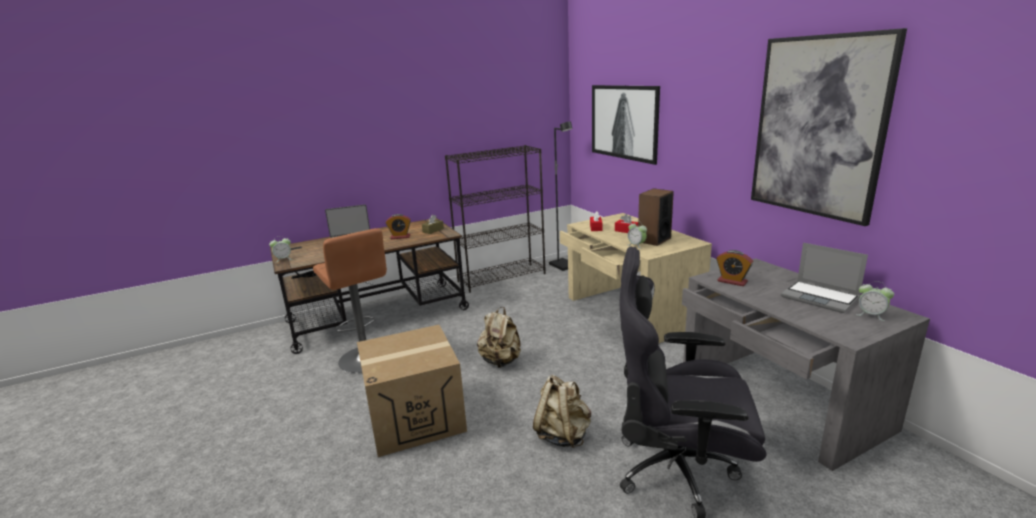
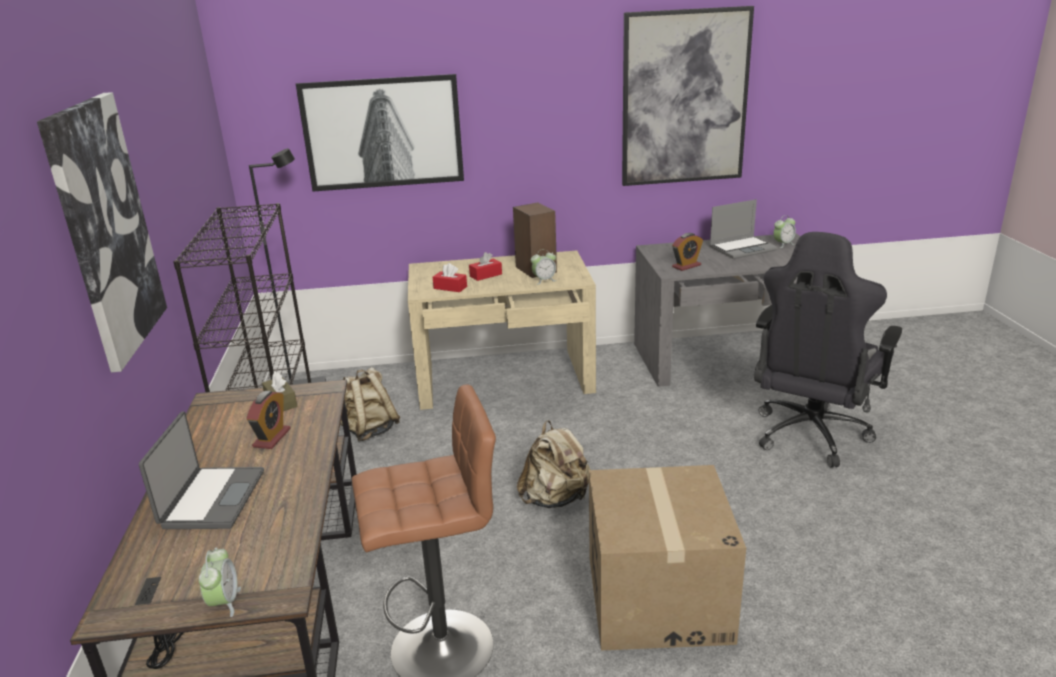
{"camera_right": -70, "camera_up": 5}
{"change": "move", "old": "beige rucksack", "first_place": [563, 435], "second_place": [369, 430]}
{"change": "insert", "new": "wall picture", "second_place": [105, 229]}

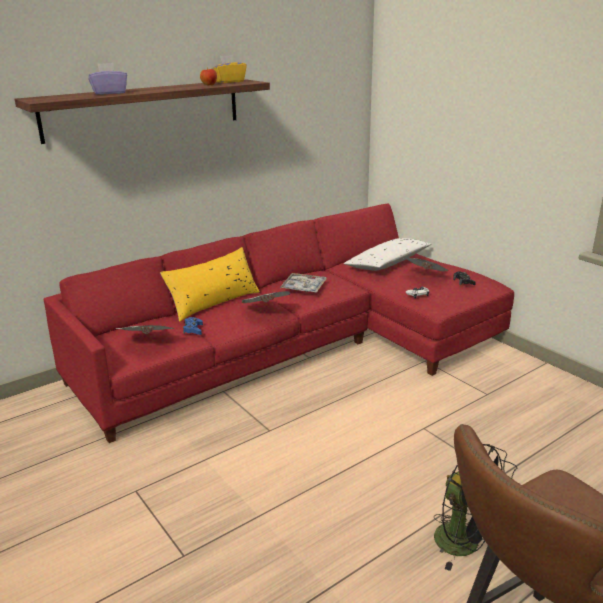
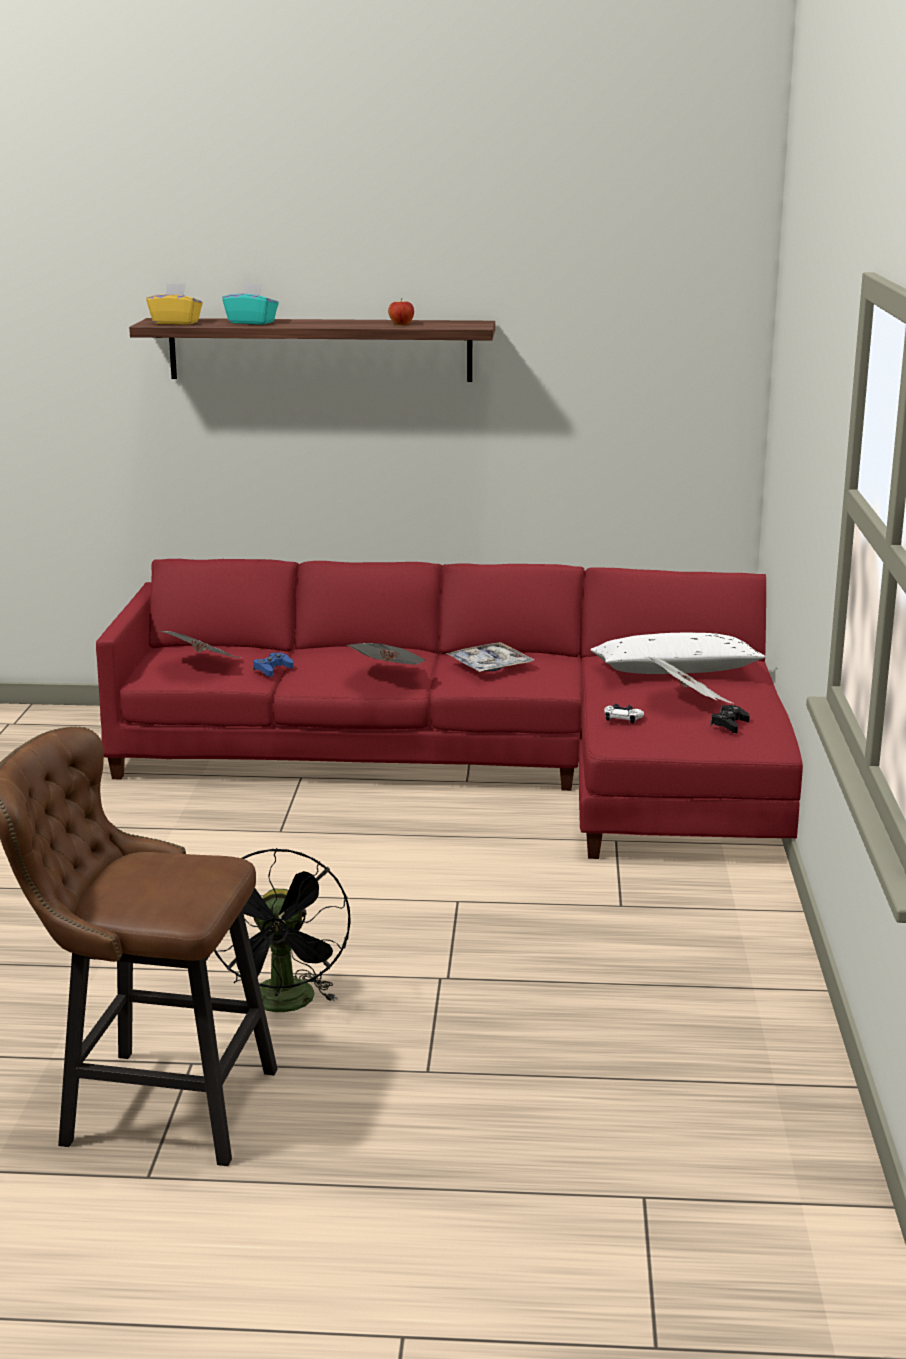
{"camera_right": 40, "camera_up": -5}
{"change": "recolor", "old": "purple-coloured tissue holder", "new": "turquoise tissue holder", "first_place": [109, 93], "second_place": [251, 322]}
{"change": "delete", "old": "yellow pillow", "first_place": [214, 302]}
{"change": "move", "old": "yellow tissue holder", "first_place": [229, 82], "second_place": [176, 323]}

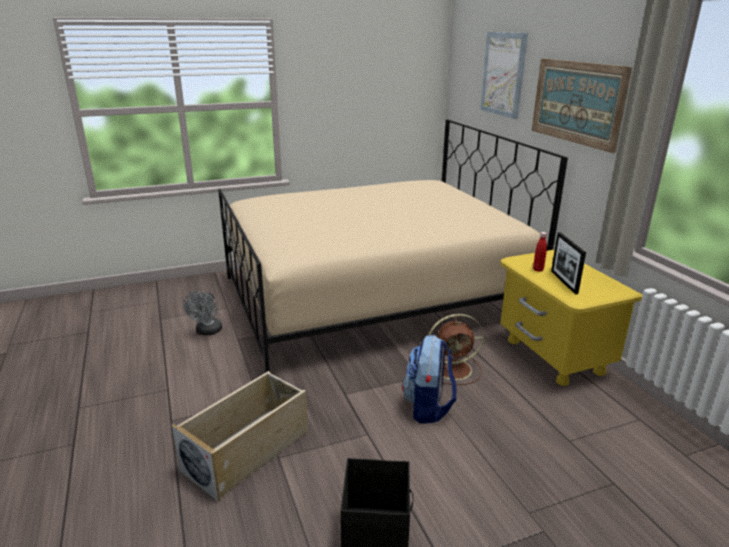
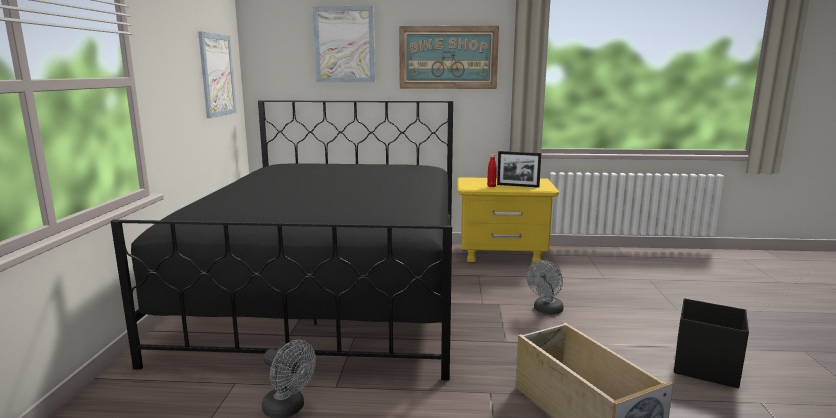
{"camera_right": -65, "camera_up": -10}
{"change": "recolor", "old": "beige sleeping bed", "new": "black sleeping bed", "first_place": [374, 297], "second_place": [333, 290]}
{"change": "replace", "old": "rucksack", "new": "gray electric fan", "first_place": [428, 407], "second_place": [546, 311]}
{"change": "delete", "old": "brownish electric fan", "first_place": [454, 369]}
{"change": "insert", "new": "wall picture", "second_place": [217, 75]}

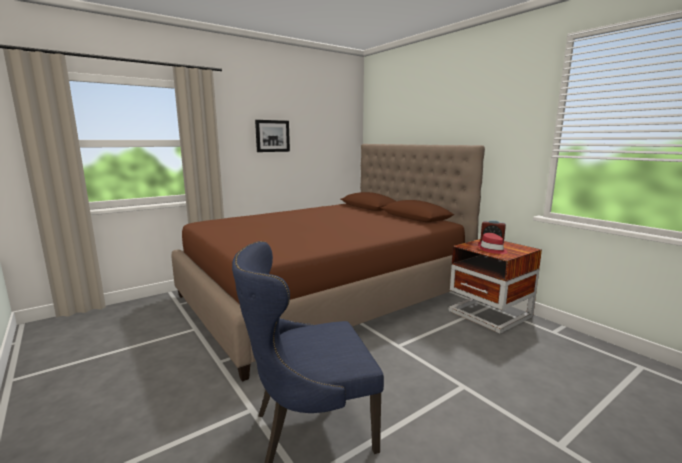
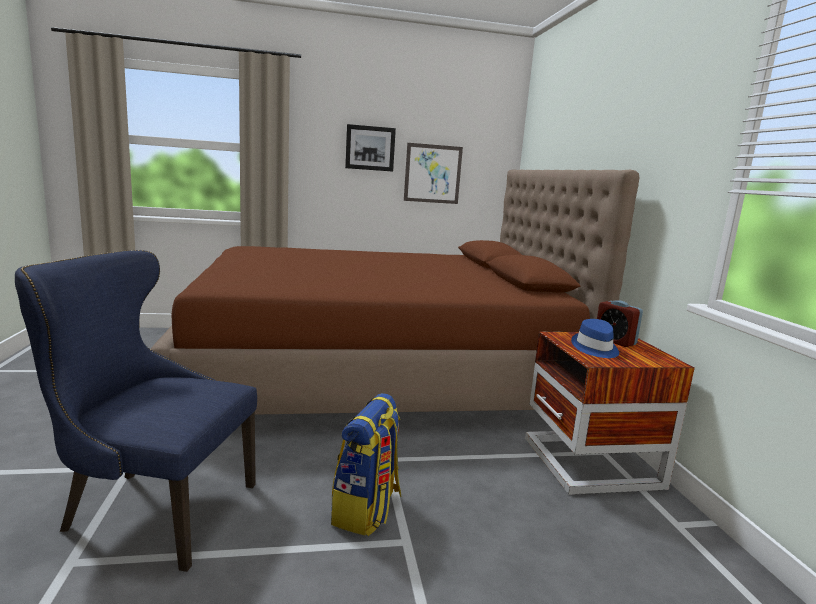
{"camera_right": 25, "camera_up": 0}
{"change": "recolor", "old": "reddish clothing hat", "new": "bluish clothing hat", "first_place": [492, 249], "second_place": [594, 348]}
{"change": "insert", "new": "rucksack", "second_place": [367, 510]}
{"change": "insert", "new": "wall picture", "second_place": [432, 174]}

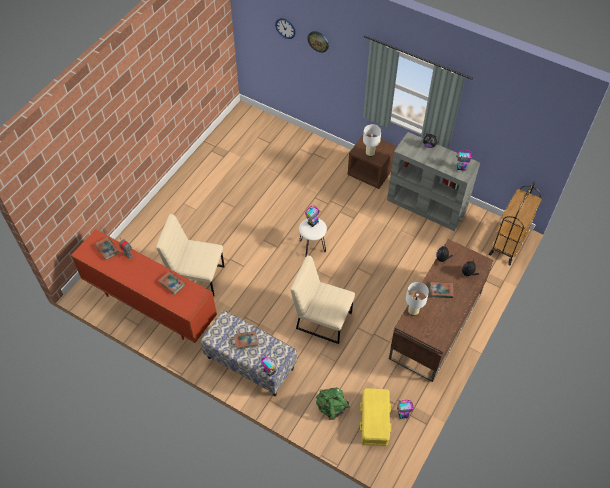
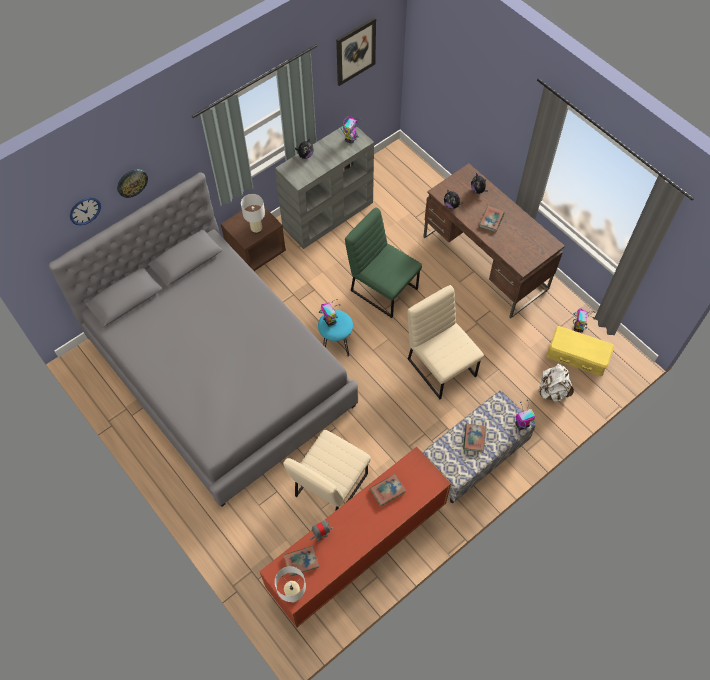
{"camera_right": -70, "camera_up": 5}
{"change": "rotate", "old": "beige plain chair", "first_place": [322, 319], "second_place": [441, 365], "degrees": 105}
{"change": "recolor", "old": "white stool seat", "new": "turquoise stool seat", "first_place": [312, 246], "second_place": [336, 344]}
{"change": "recolor", "old": "green-coloured rucksack", "new": "white rucksack", "first_place": [331, 407], "second_place": [552, 391]}
{"change": "move", "old": "white tabletop lamp", "first_place": [413, 311], "second_place": [293, 595]}
{"change": "delete", "old": "brownish wheeled cart", "first_place": [509, 243]}
{"change": "insert", "new": "gray sleeping bed", "second_place": [220, 372]}
{"change": "insert", "new": "wall picture", "second_place": [355, 51]}
{"change": "insert", "new": "green-coloured plain chair", "second_place": [382, 288]}

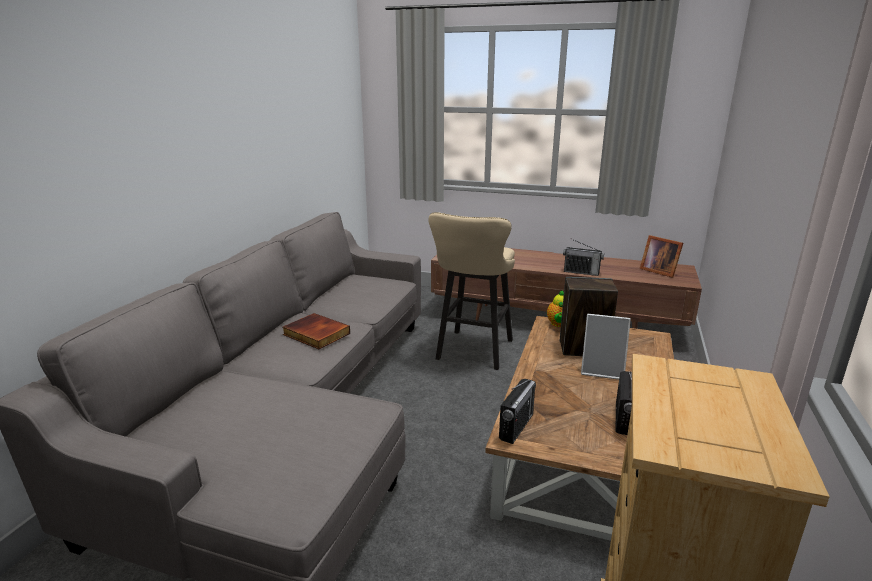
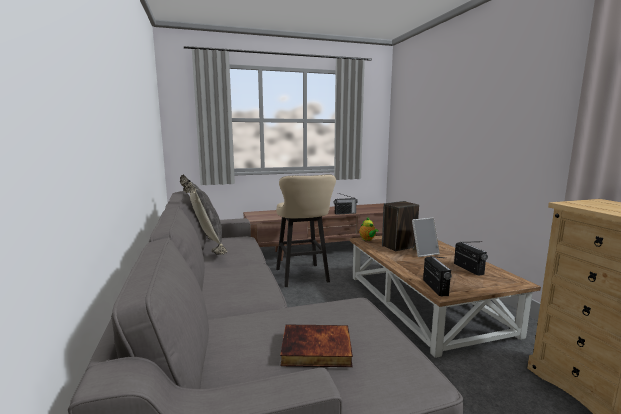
{"camera_right": -35, "camera_up": -10}
{"change": "move", "old": "volume", "first_place": [315, 334], "second_place": [315, 350]}
{"change": "delete", "old": "picture frame", "first_place": [658, 271]}
{"change": "insert", "new": "pillow", "second_place": [204, 249]}

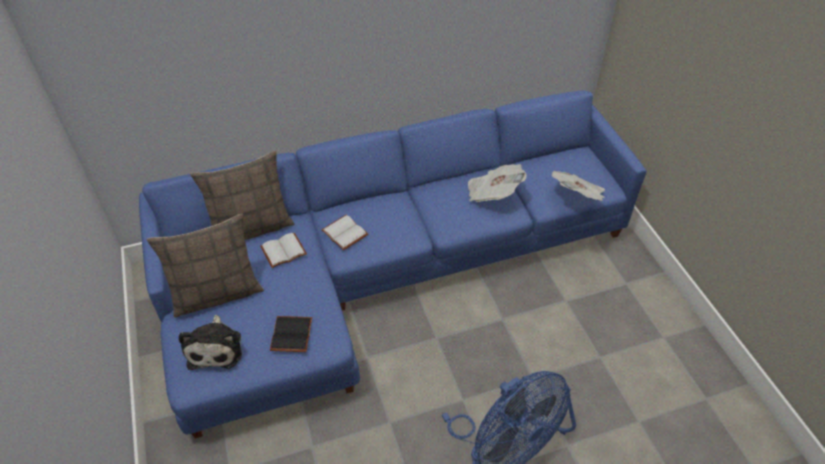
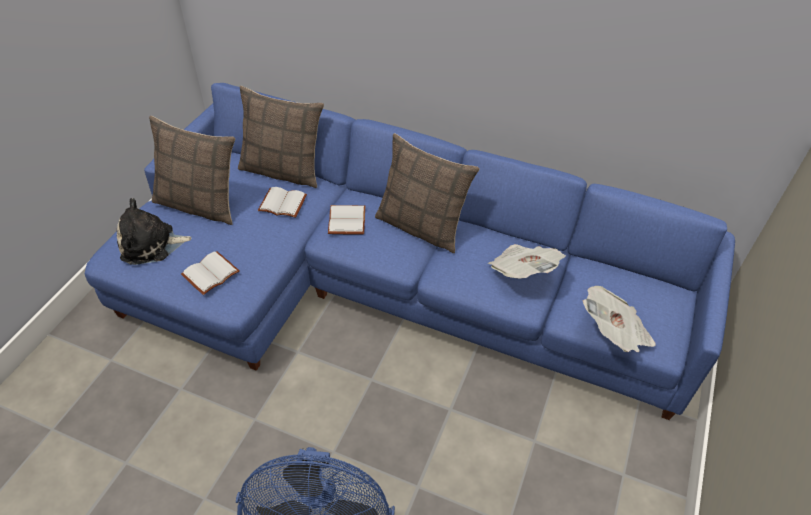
{"camera_right": 40, "camera_up": 0}
{"change": "rotate", "old": "soft toy", "first_place": [216, 347], "second_place": [152, 244], "degrees": 45}
{"change": "recolor", "old": "black volume", "new": "white volume", "first_place": [293, 335], "second_place": [210, 275]}
{"change": "insert", "new": "pillow", "second_place": [421, 226]}

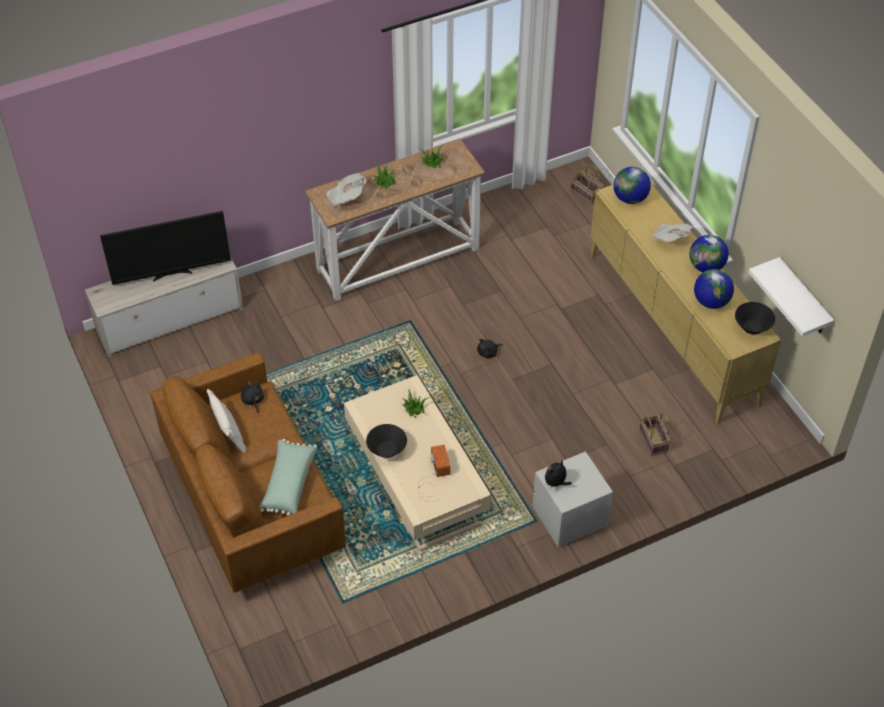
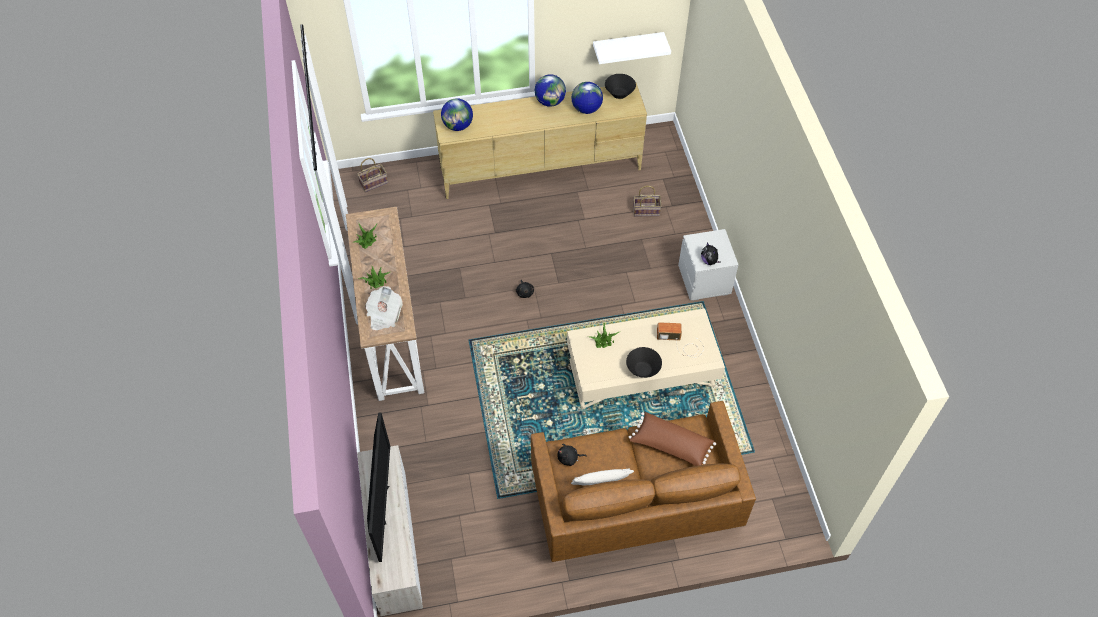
{"camera_right": -75, "camera_up": 5}
{"change": "recolor", "old": "green-coloured pillow", "new": "brownish pillow", "first_place": [288, 483], "second_place": [670, 446]}
{"change": "delete", "old": "printed paper", "first_place": [670, 238]}

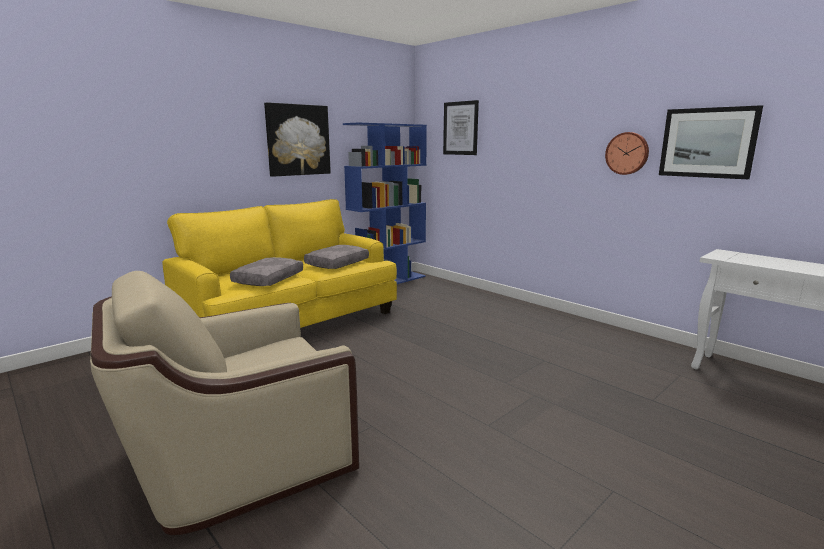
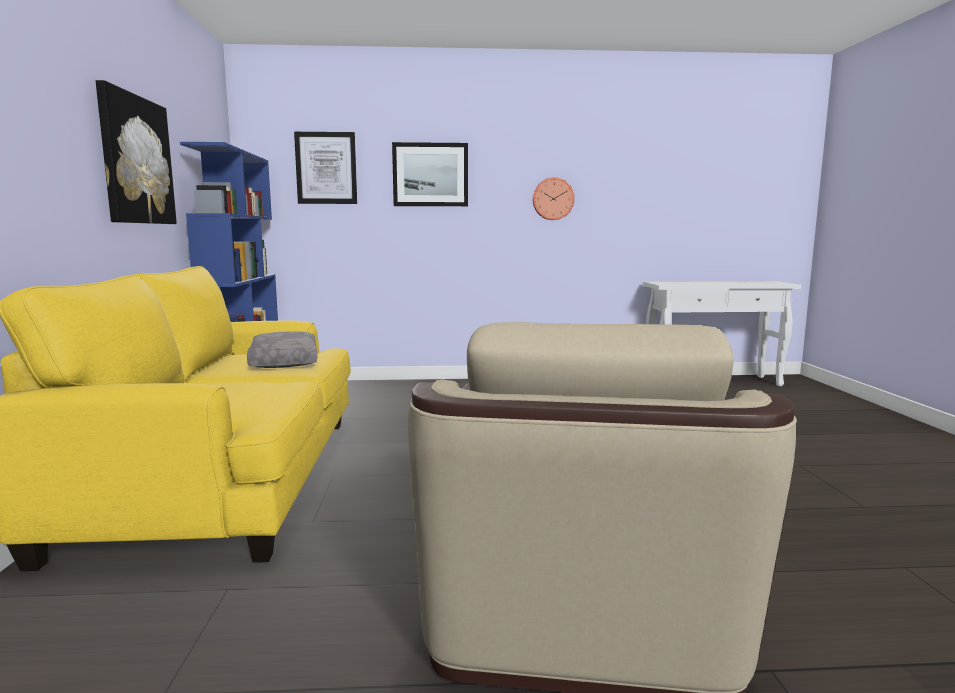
{"camera_right": -50, "camera_up": -5}
{"change": "delete", "old": "gray pillow", "first_place": [268, 279]}
{"change": "move", "old": "wall picture", "first_place": [707, 143], "second_place": [430, 175]}

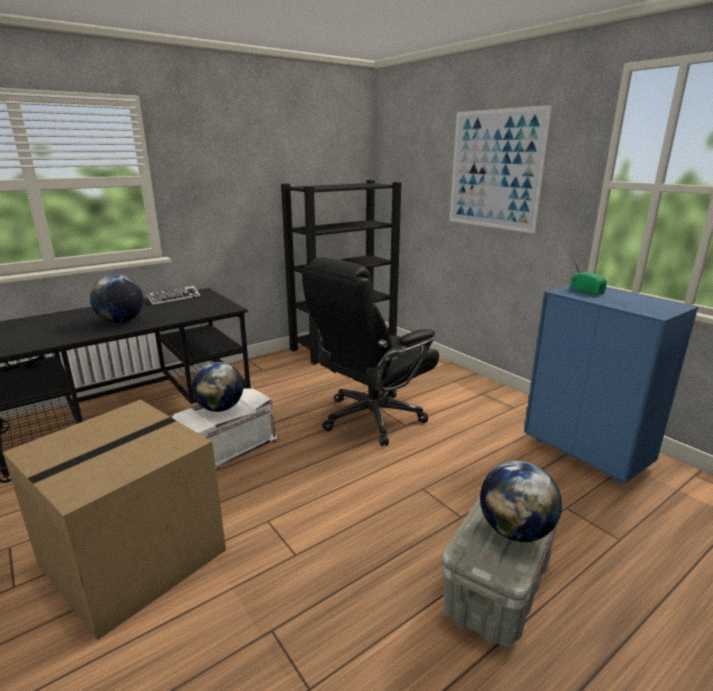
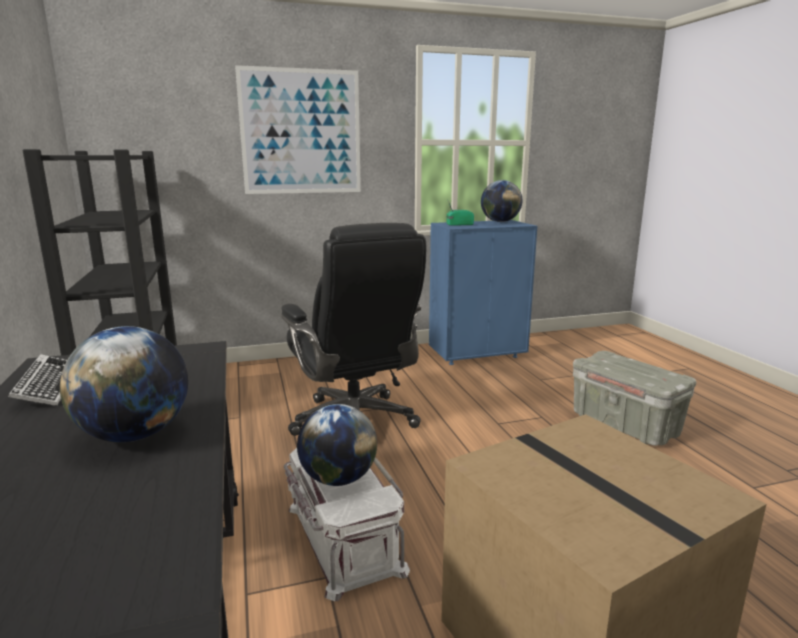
{"camera_right": -70, "camera_up": -5}
{"change": "move", "old": "desk globe", "first_place": [515, 530], "second_place": [500, 222]}

